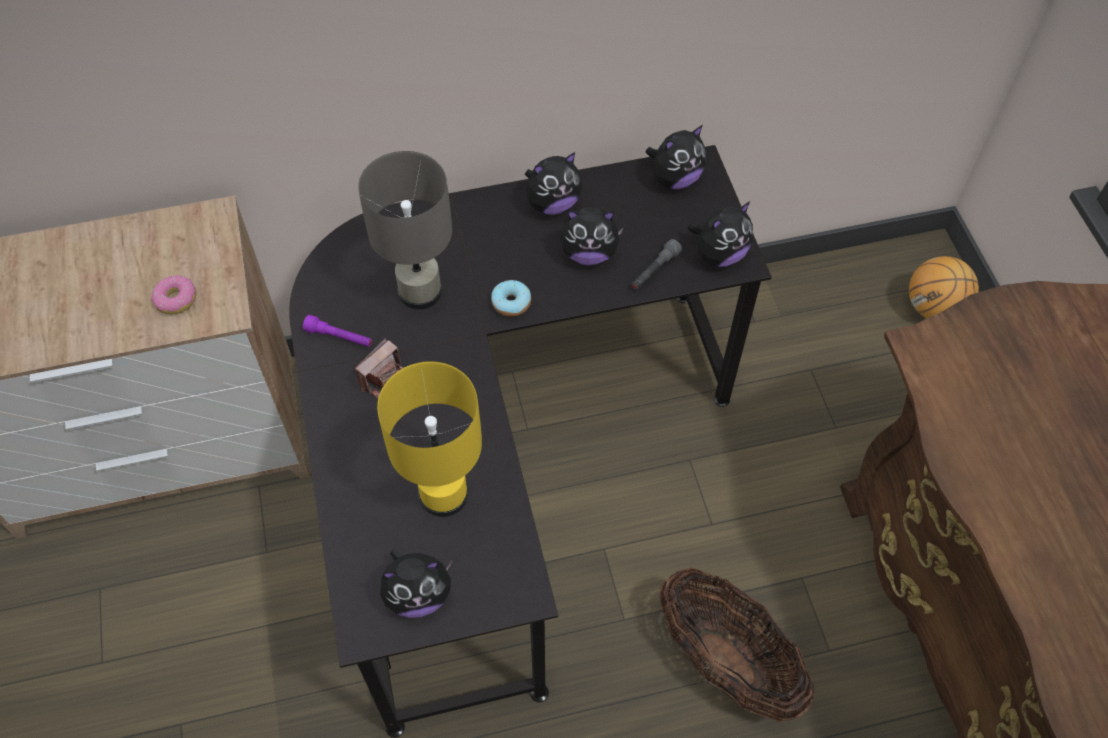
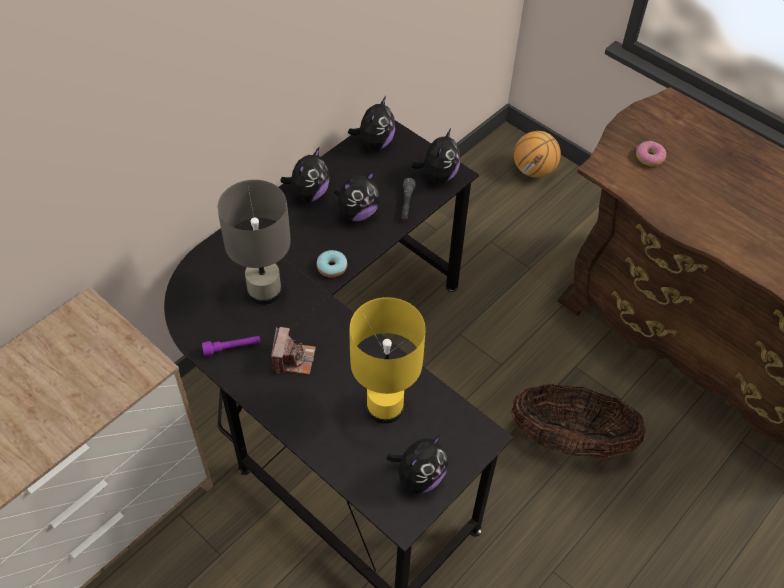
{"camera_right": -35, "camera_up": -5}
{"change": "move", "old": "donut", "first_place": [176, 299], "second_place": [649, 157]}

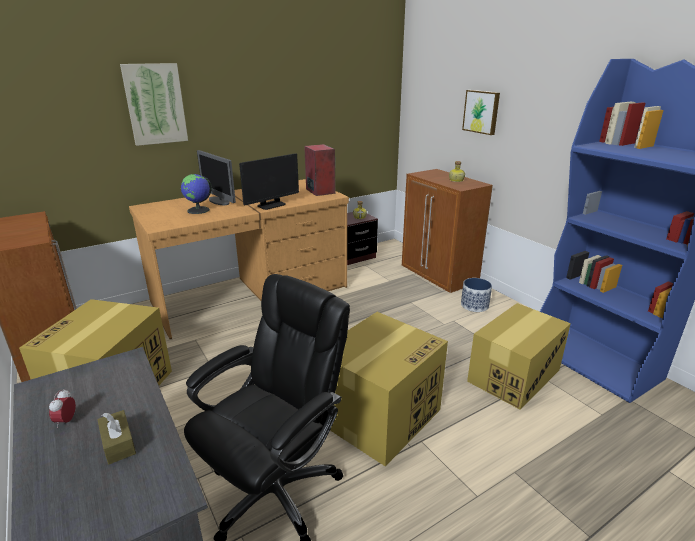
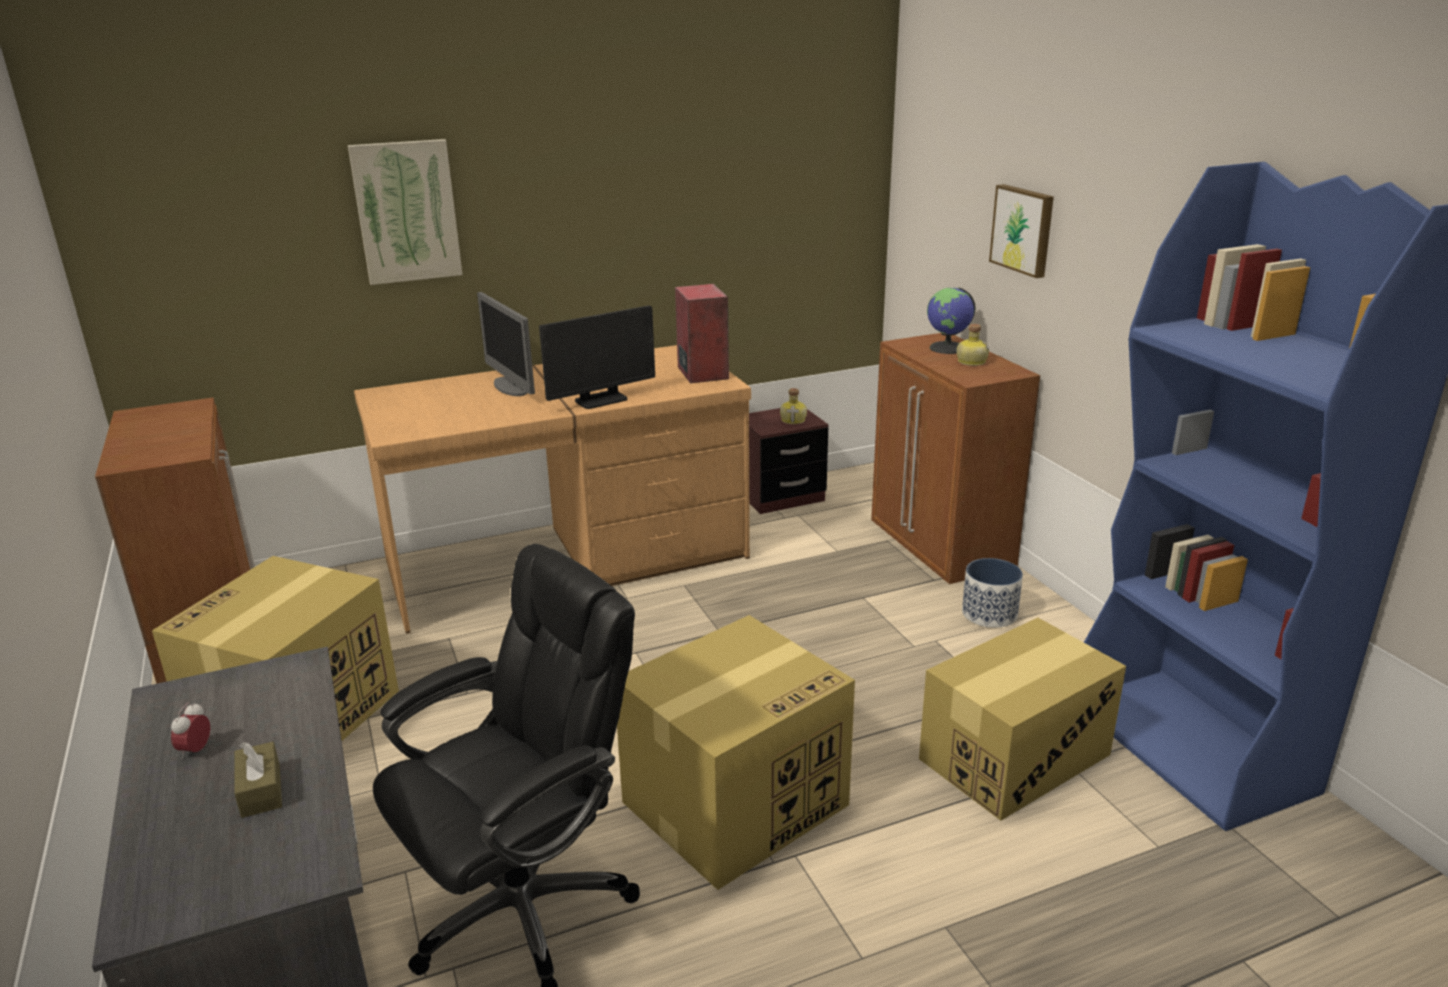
{"camera_right": 10, "camera_up": 0}
{"change": "move", "old": "desk globe", "first_place": [198, 210], "second_place": [948, 348]}

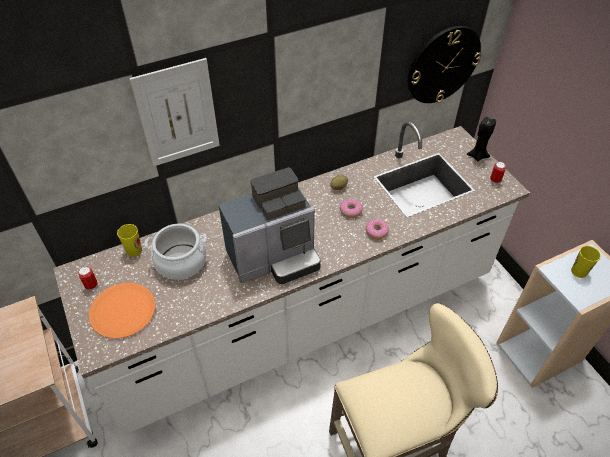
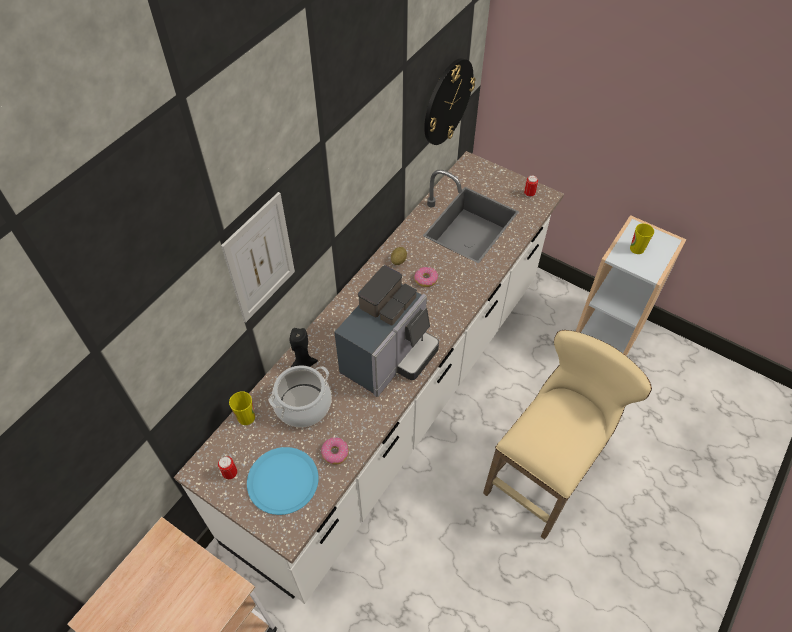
{"camera_right": -30, "camera_up": 5}
{"change": "recolor", "old": "orange-coloured flat dish", "new": "bluish flat dish", "first_place": [122, 311], "second_place": [283, 481]}
{"change": "move", "old": "donut", "first_place": [376, 231], "second_place": [335, 453]}
{"change": "move", "old": "black candle", "first_place": [477, 156], "second_place": [303, 364]}

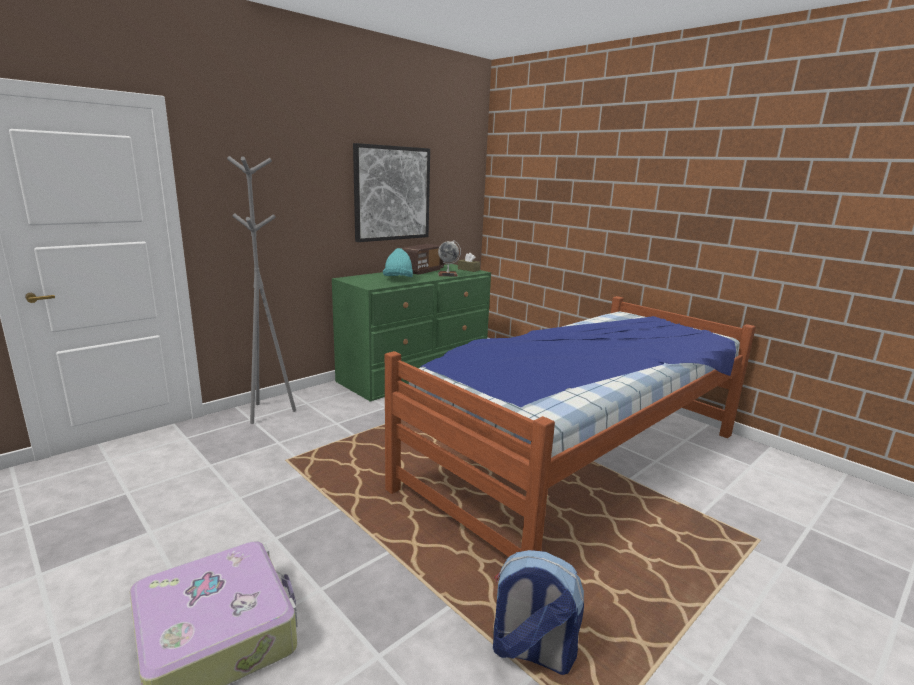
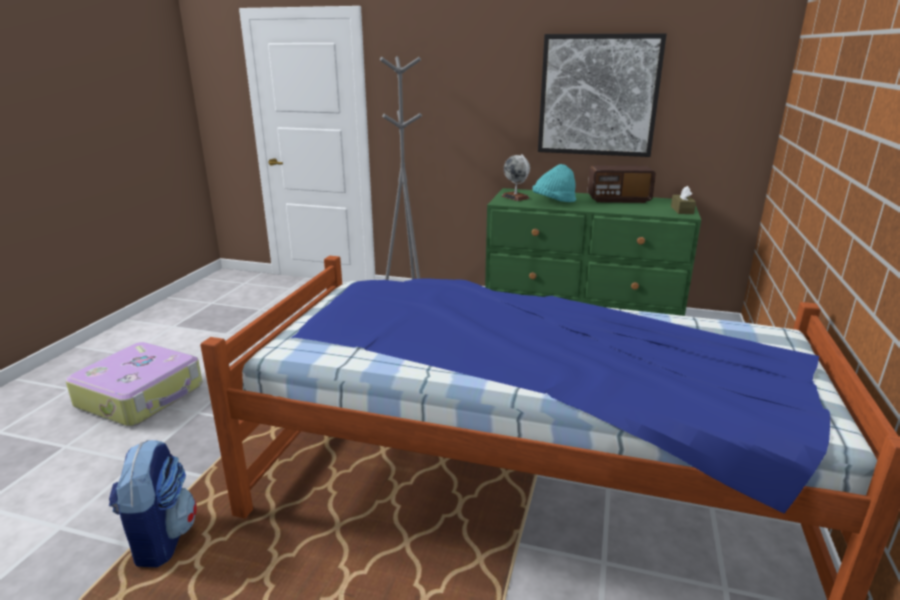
{"camera_right": 60, "camera_up": 5}
{"change": "move", "old": "desk globe", "first_place": [448, 275], "second_place": [515, 197]}

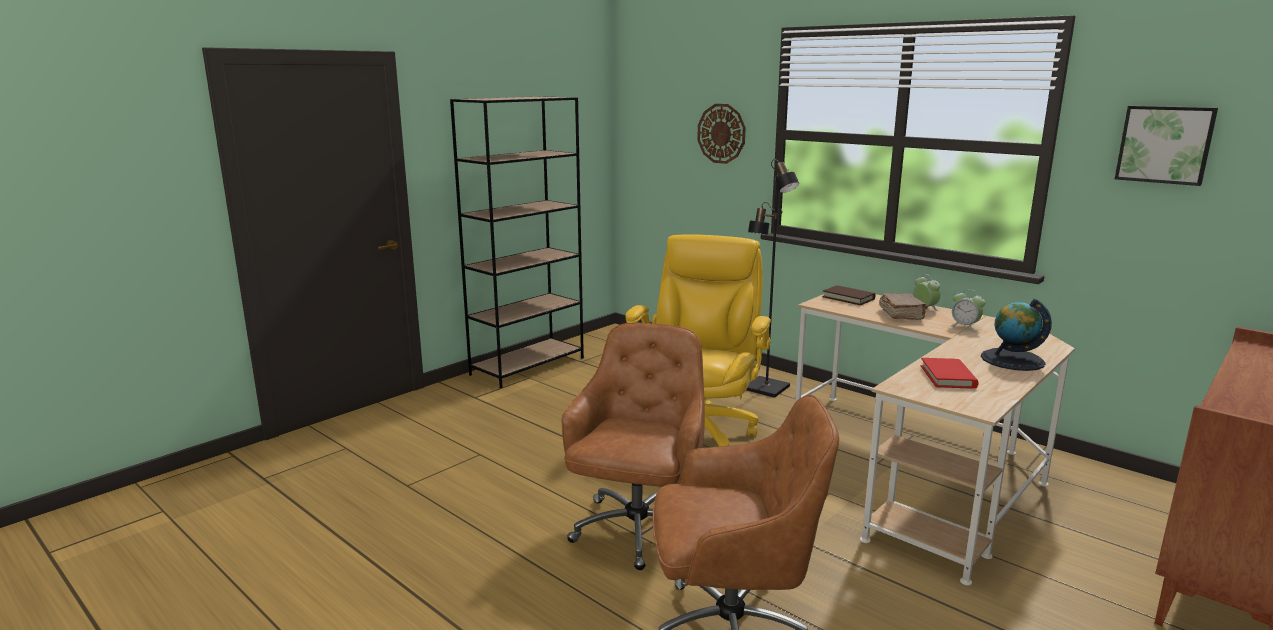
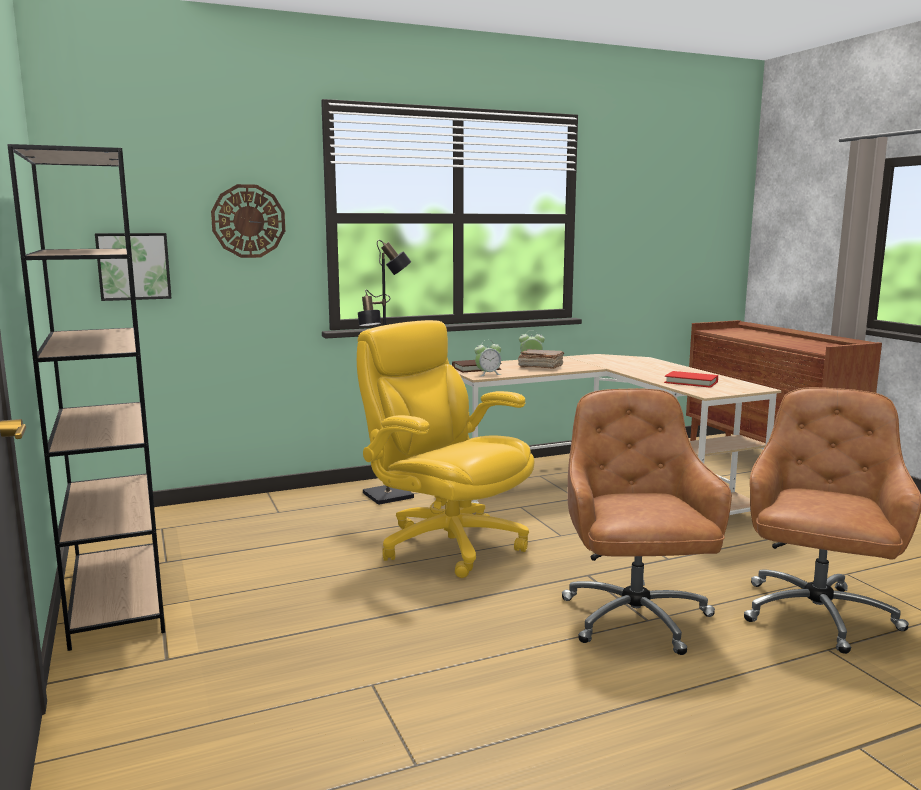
{"camera_right": -65, "camera_up": -5}
{"change": "rotate", "old": "brownish desk chair", "first_place": [638, 529], "second_place": [636, 617], "degrees": 45}
{"change": "move", "old": "table clock", "first_place": [965, 326], "second_place": [488, 374]}
{"change": "delete", "old": "desk globe", "first_place": [1012, 360]}
{"change": "move", "old": "wall picture", "first_place": [1165, 144], "second_place": [133, 266]}

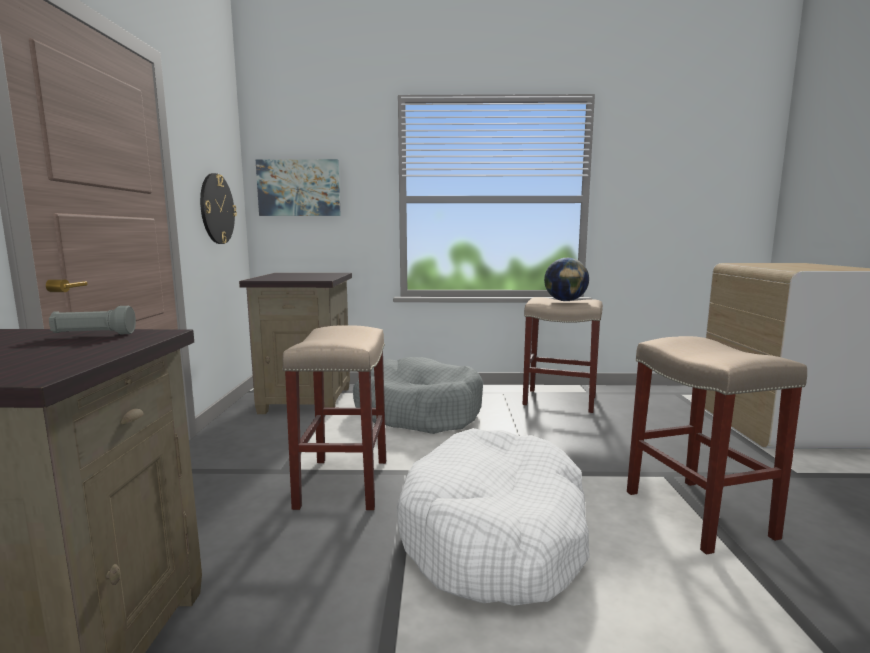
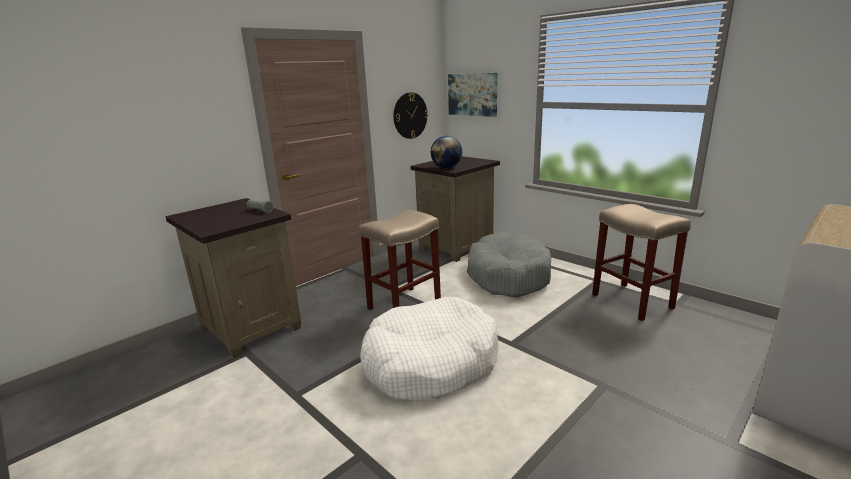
{"camera_right": 45, "camera_up": 10}
{"change": "move", "old": "desk globe", "first_place": [565, 301], "second_place": [446, 167]}
{"change": "delete", "old": "beige stool seat", "first_place": [695, 513]}

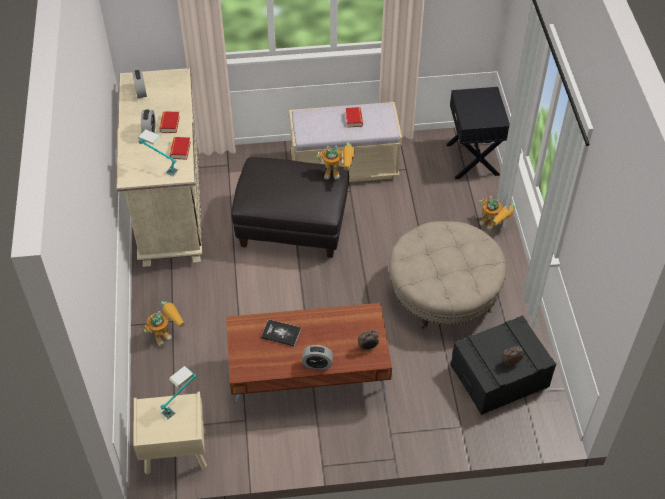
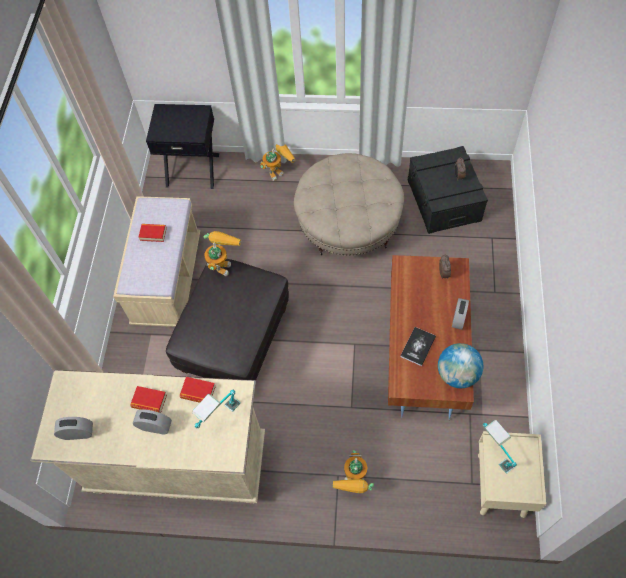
{"camera_right": -75, "camera_up": 10}
{"change": "rotate", "old": "toy robot", "first_place": [167, 334], "second_place": [354, 482], "degrees": -150}
{"change": "insert", "new": "desk globe", "second_place": [457, 374]}

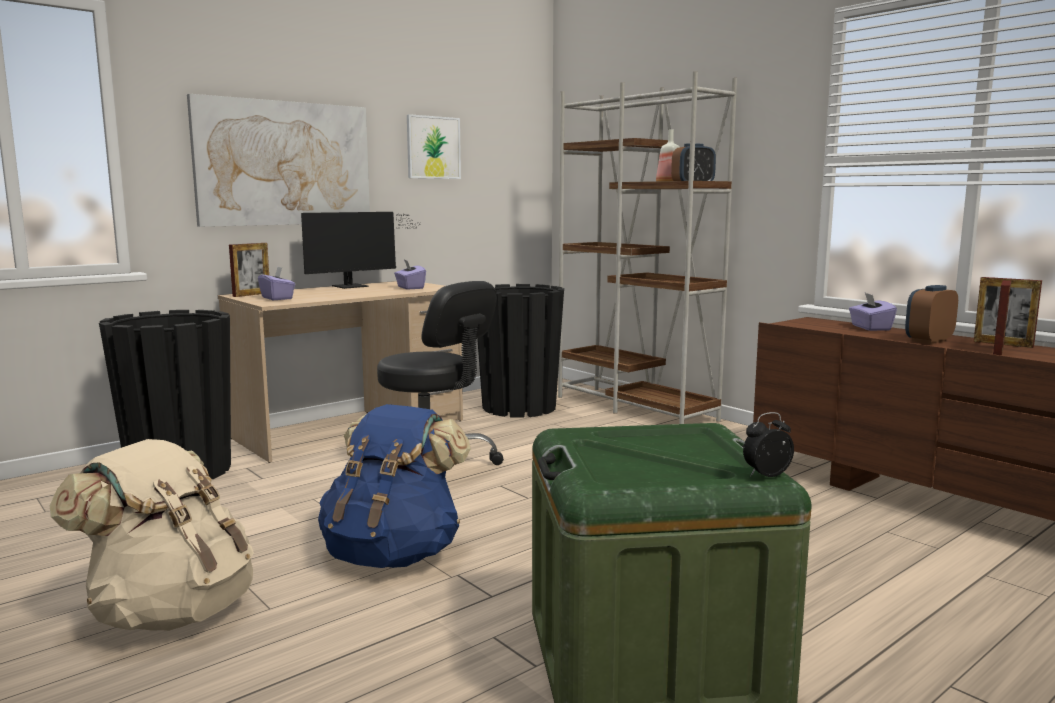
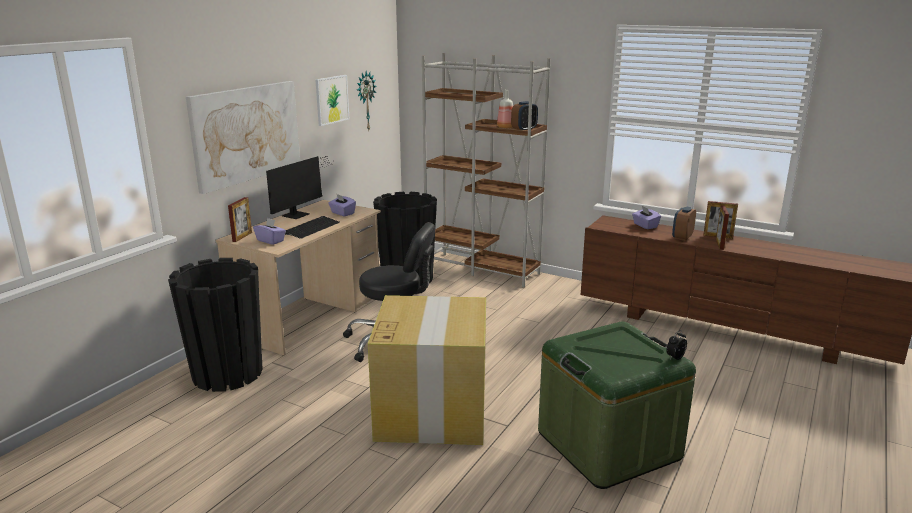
{"camera_right": -20, "camera_up": 10}
{"change": "delete", "old": "beige rucksack", "first_place": [171, 612]}
{"change": "replace", "old": "bluish rucksack", "new": "packing box", "first_place": [393, 555], "second_place": [432, 410]}
{"change": "insert", "new": "PC keyboard", "second_place": [311, 228]}
{"change": "insert", "new": "clock on the wall", "second_place": [365, 101]}

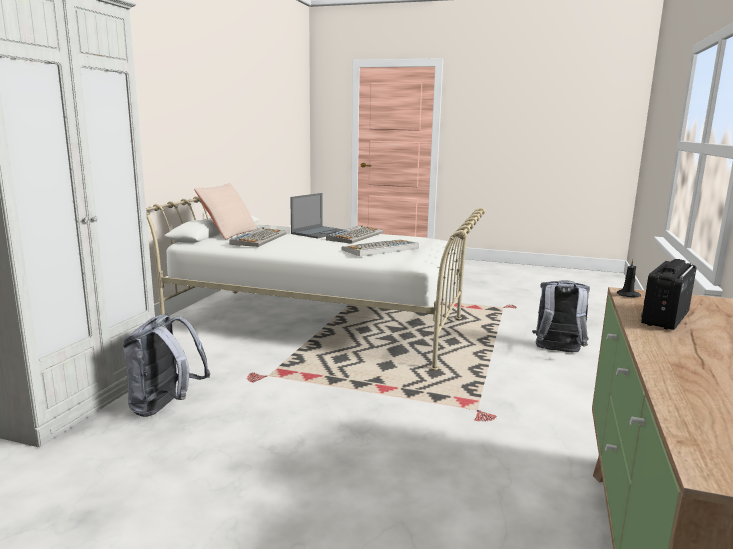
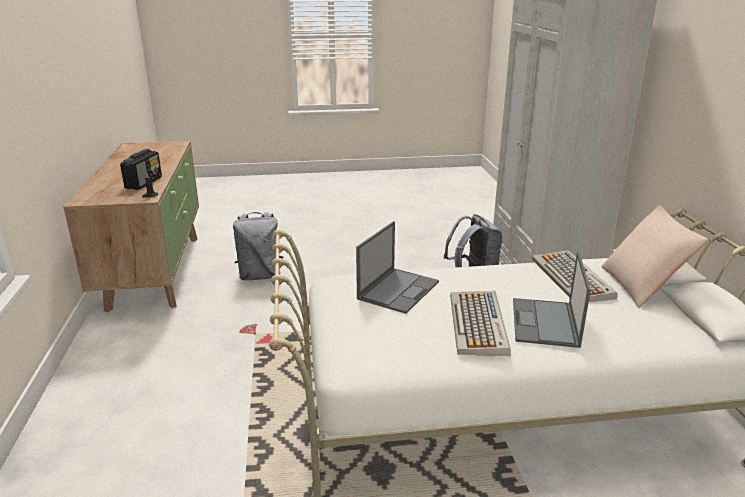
{"camera_right": 155, "camera_up": 10}
{"change": "replace", "old": "PC keyboard", "new": "portable computer", "first_place": [380, 249], "second_place": [398, 290]}
{"change": "move", "old": "gray rucksack", "first_place": [557, 352], "second_place": [260, 276]}

